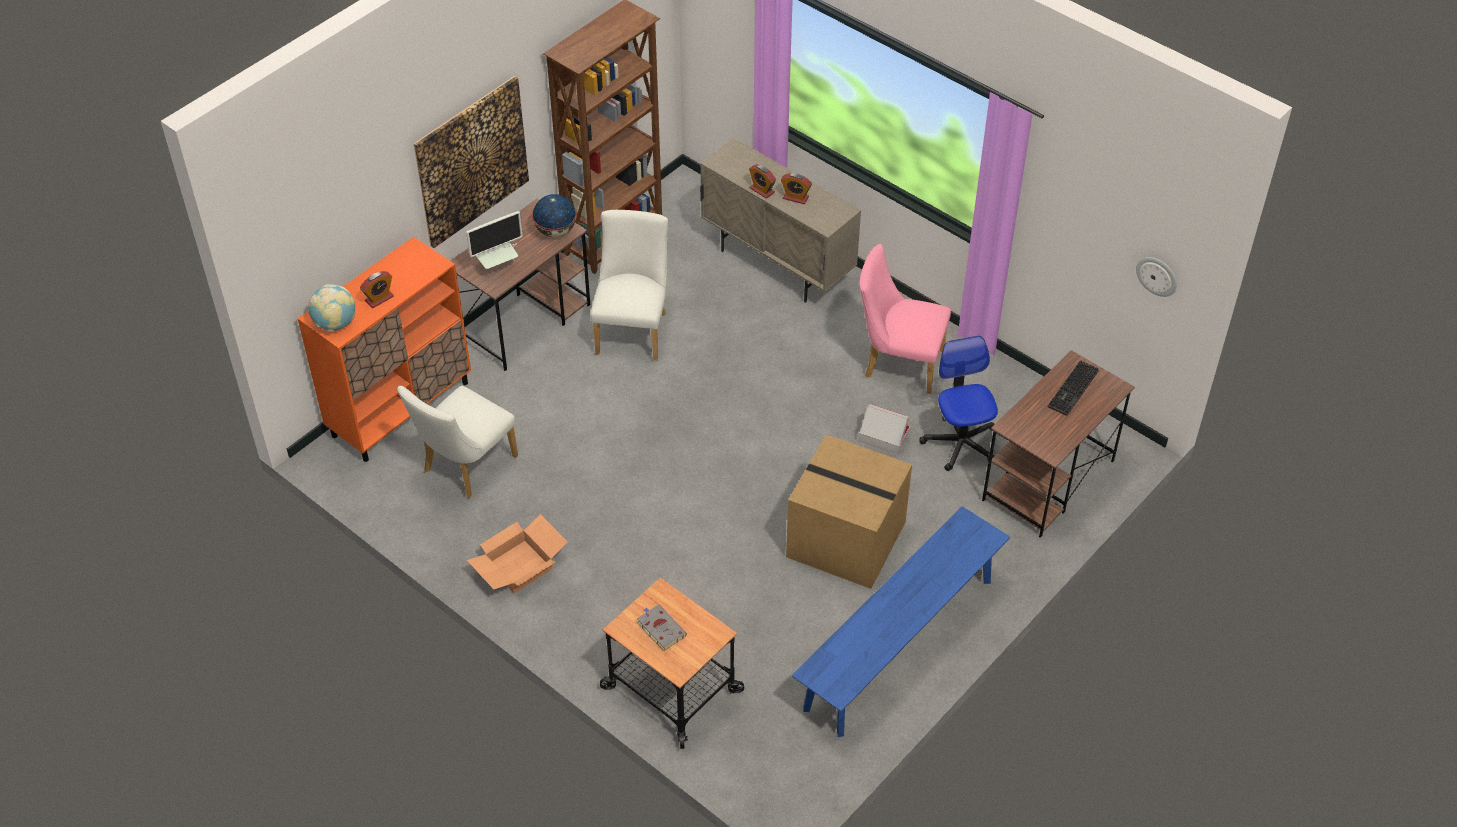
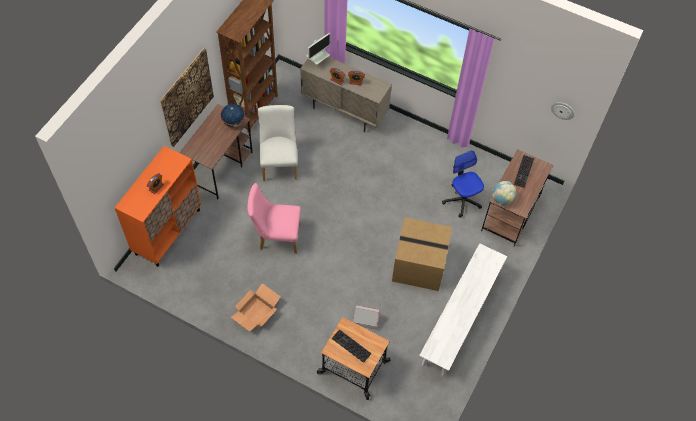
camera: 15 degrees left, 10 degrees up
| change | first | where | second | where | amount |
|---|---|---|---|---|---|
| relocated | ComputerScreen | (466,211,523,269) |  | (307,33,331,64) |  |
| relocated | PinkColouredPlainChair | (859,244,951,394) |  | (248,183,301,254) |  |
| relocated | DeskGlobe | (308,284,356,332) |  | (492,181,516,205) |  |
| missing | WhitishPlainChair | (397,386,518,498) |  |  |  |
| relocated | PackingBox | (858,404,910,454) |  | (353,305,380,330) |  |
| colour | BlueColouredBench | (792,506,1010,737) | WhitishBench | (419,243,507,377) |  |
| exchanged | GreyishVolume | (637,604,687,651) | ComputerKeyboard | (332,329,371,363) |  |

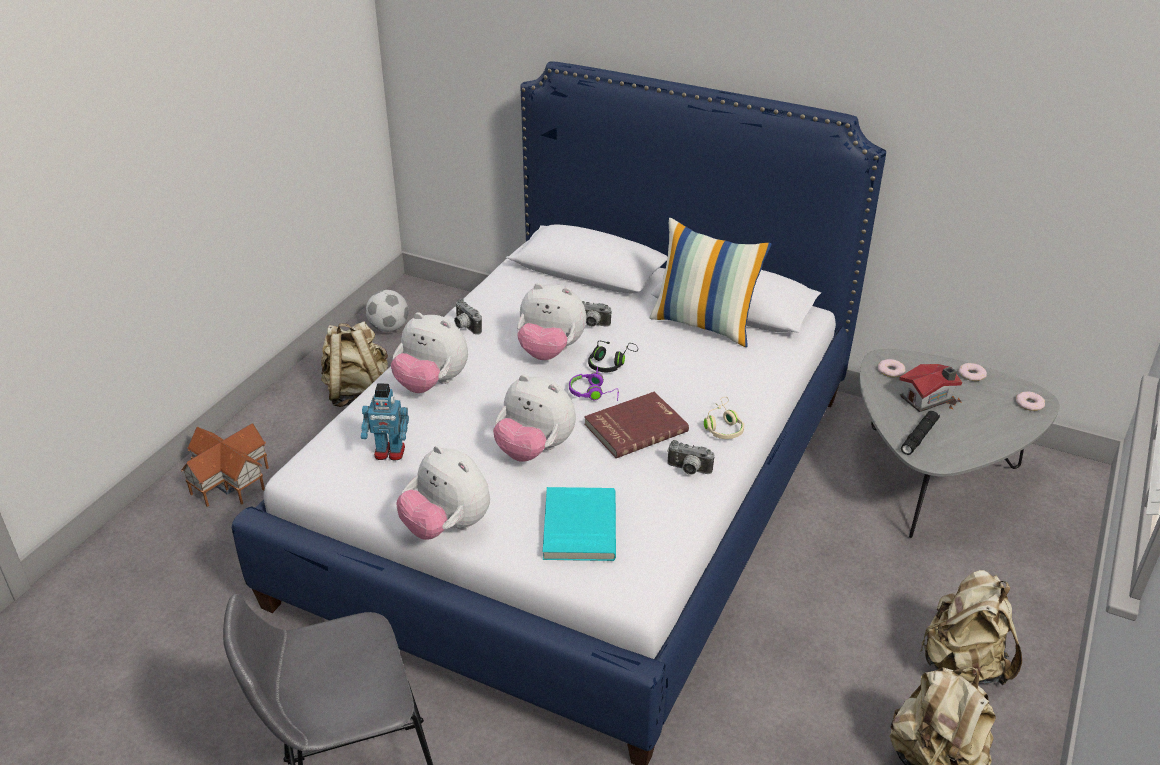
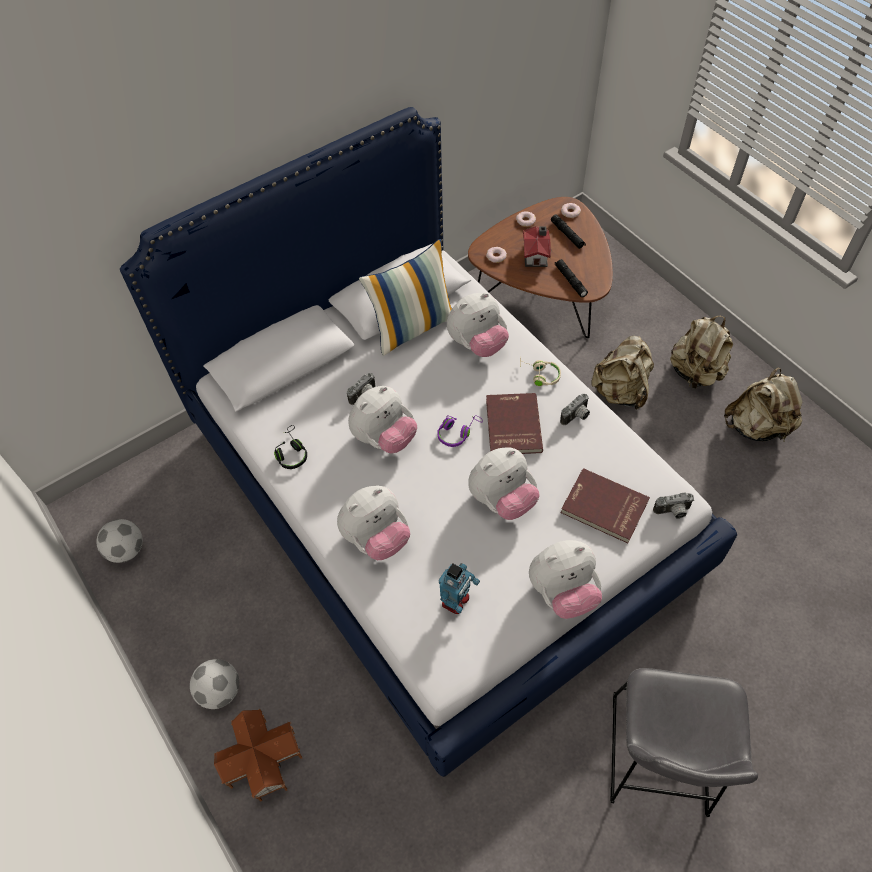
camera: 60 degrees left, 20 degrees up
| change | first | where | second | where | amount |
|---|---|---|---|---|---|
| relocated | StillCamera | (454,299,482,335) |  | (653,493,694,519) |  |
| relocated | BeigeColouredBackpack | (321,321,388,407) |  | (591,336,654,410) |  |
| relocated | BlackishPairOfHeadphones | (588,341,638,372) |  | (274,425,307,469) |  |
| colour | GreyishCoffeeTable | (859,349,1060,538) | BrownishCoffeeTable | (468,197,613,338) |  |
| colour | TurquoiseVolume | (543,487,616,561) | RedColouredVolume | (561,468,650,543) |  |
| appeared |  |  | BlackishFlashlight | (551,214,586,249) |  |
| appeared |  |  | SoftToy | (447,293,509,357) |  |
| appeared |  |  | BallForFootball | (190,659,239,709) |  |

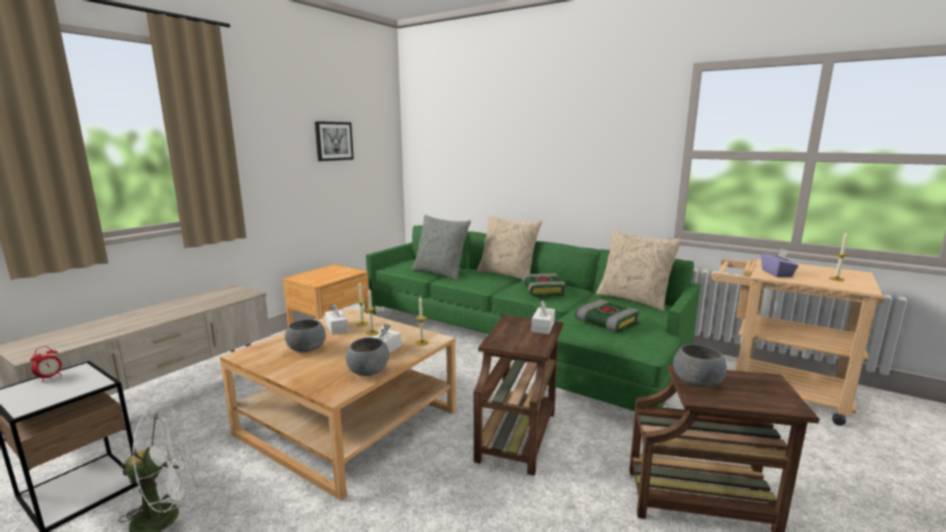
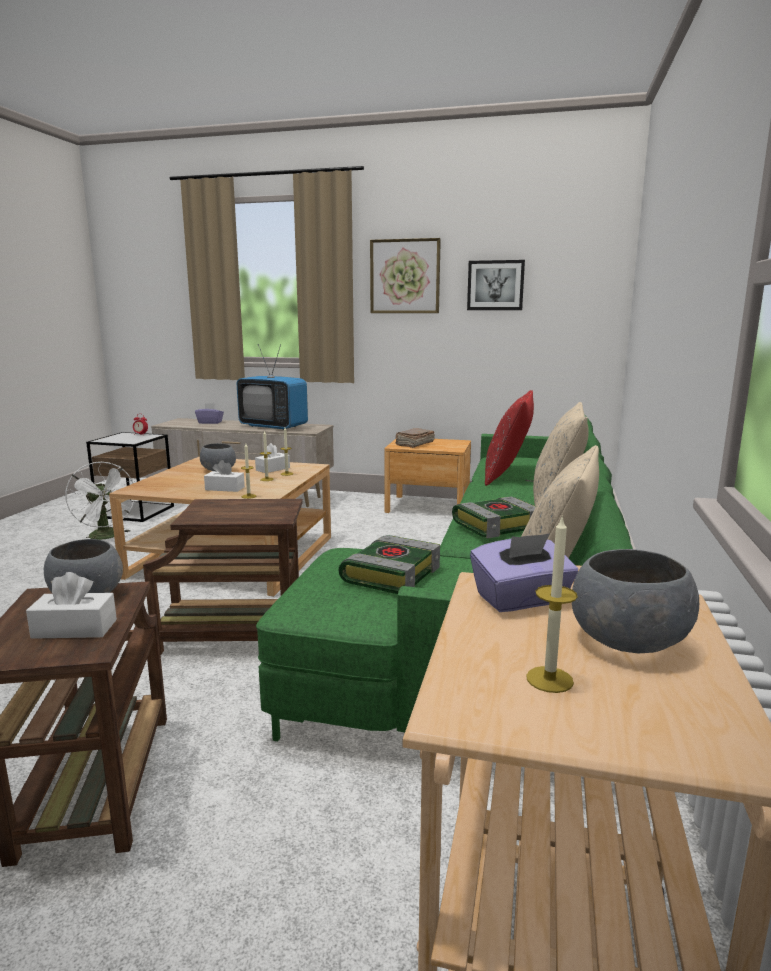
camera: 70 degrees right, 0 degrees up
| change | first | where | second | where | amount |
|---|---|---|---|---|---|
| colour | GreyishPillow | (412,215,471,281) | RedColouredPillow | (485,390,534,486) |  |
| relocated | WhitishTissueHolder | (531,300,555,334) |  | (26,572,117,639) |  |
| relocated | GreyishDeepDish | (346,338,389,376) |  | (572,549,699,653) |  |
| appeared |  |  | WallPicture | (370,238,441,313) |  |
| appeared |  |  | TvSet | (237,344,308,430) |  |
| appeared |  |  | PurpleTissueHolder | (195,403,224,424) |  |
| appeared |  |  | BrownishVolume | (395,428,435,448) |  |

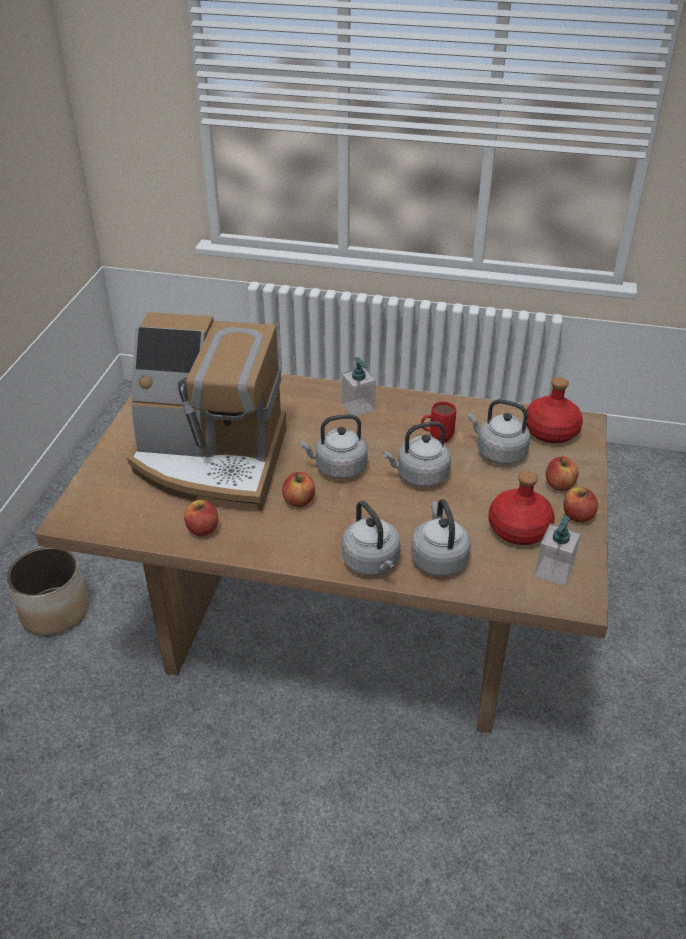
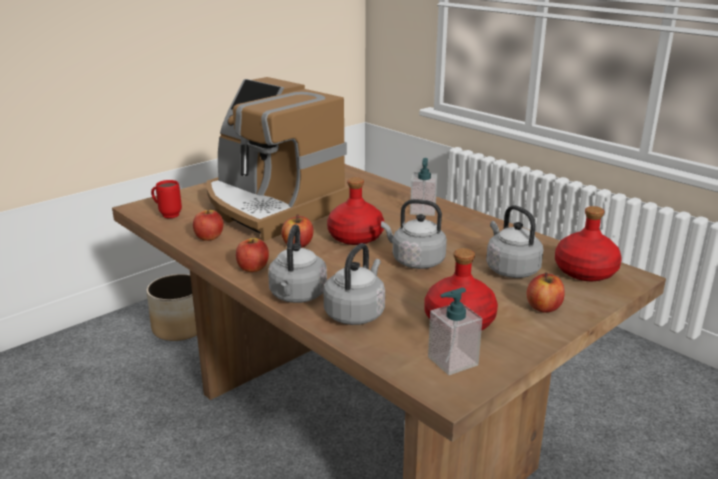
camera: 35 degrees right, 15 degrees down
| change | first | where | second | where | amount |
|---|---|---|---|---|---|
| relocated | RedColouredTeaMug | (421,401,456,443) |  | (151,180,182,218) |  |
| exchanged | GreyishKettle | (300,414,368,479) | RedColouredBottle | (327,177,384,245) |  |
| relocated | WholeApple | (563,487,598,523) |  | (236,238,269,272) |  |

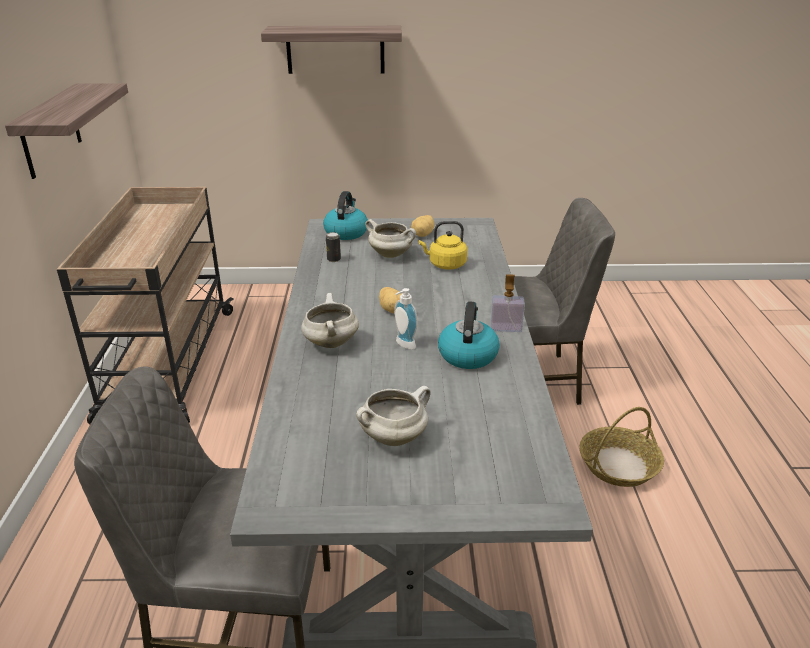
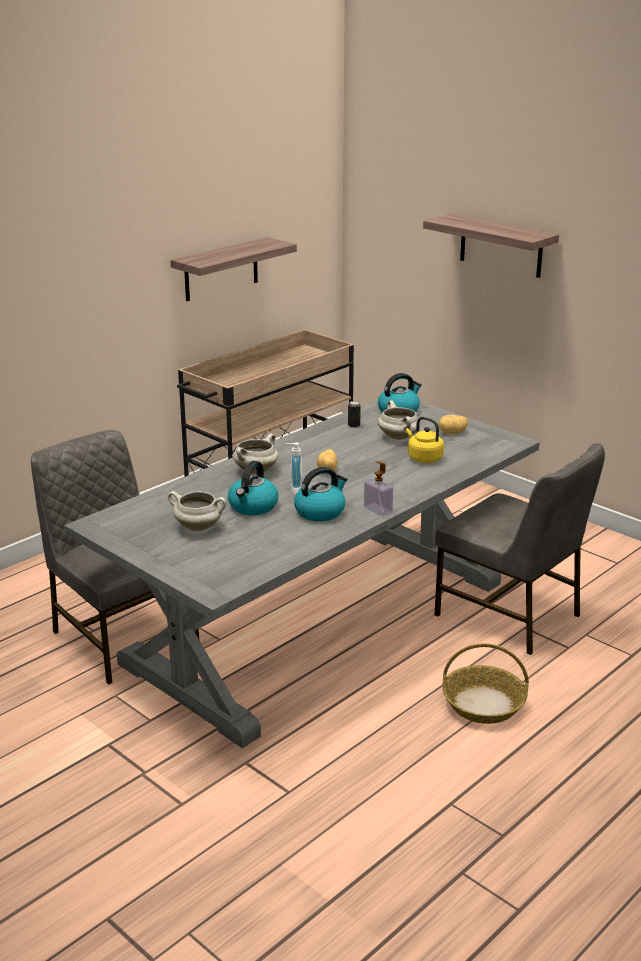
camera: 45 degrees right, 5 degrees down
| change | first | where | second | where | amount |
|---|---|---|---|---|---|
| appeared |  |  | Kettle | (228,461,278,515) |  |

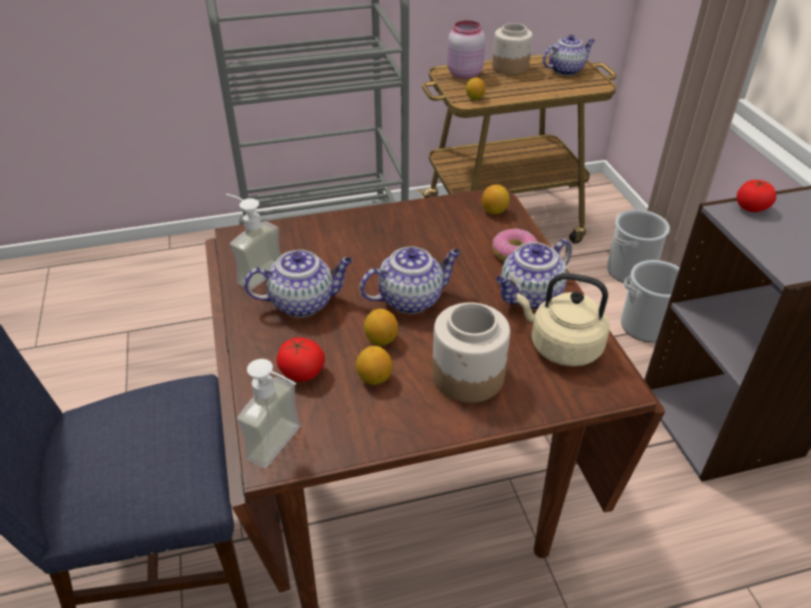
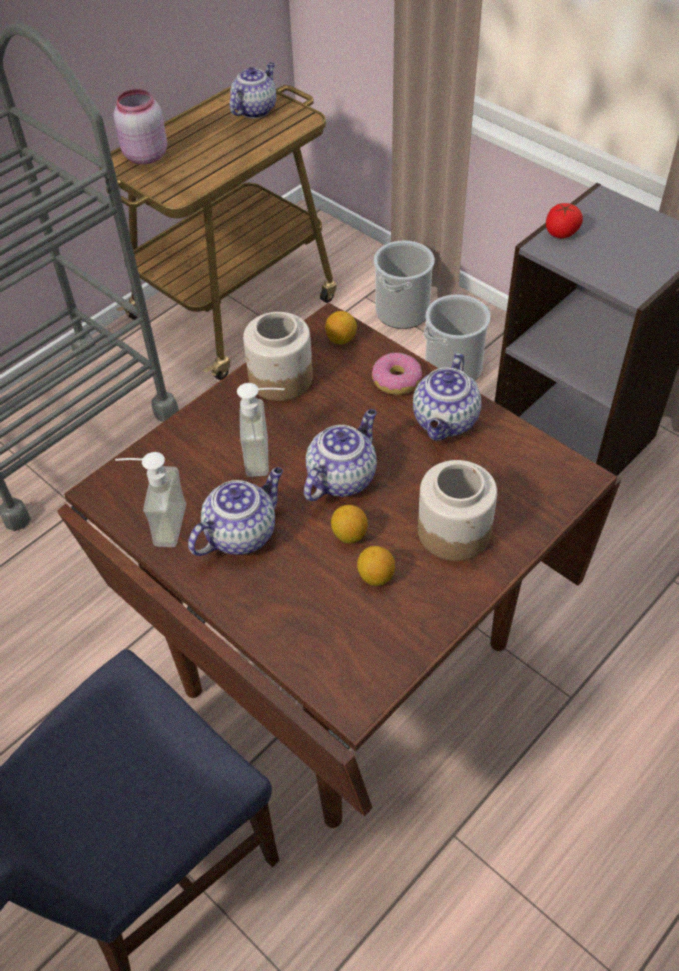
camera: 30 degrees left, 10 degrees up
| change | first | where | second | where | amount |
|---|---|---|---|---|---|
| relocated | StorageJar | (492,23,533,75) |  | (243,312,313,401) |  |
| missing | CitrusFruit | (466,78,485,100) |  |  |  |
| missing | BeigeColouredKettle | (517,273,609,367) |  |  |  |
| missing | WholeTomato | (277,338,325,382) |  |  |  |
| relocated | SoapBottle | (237,359,301,468) |  | (237,383,285,477) |  |

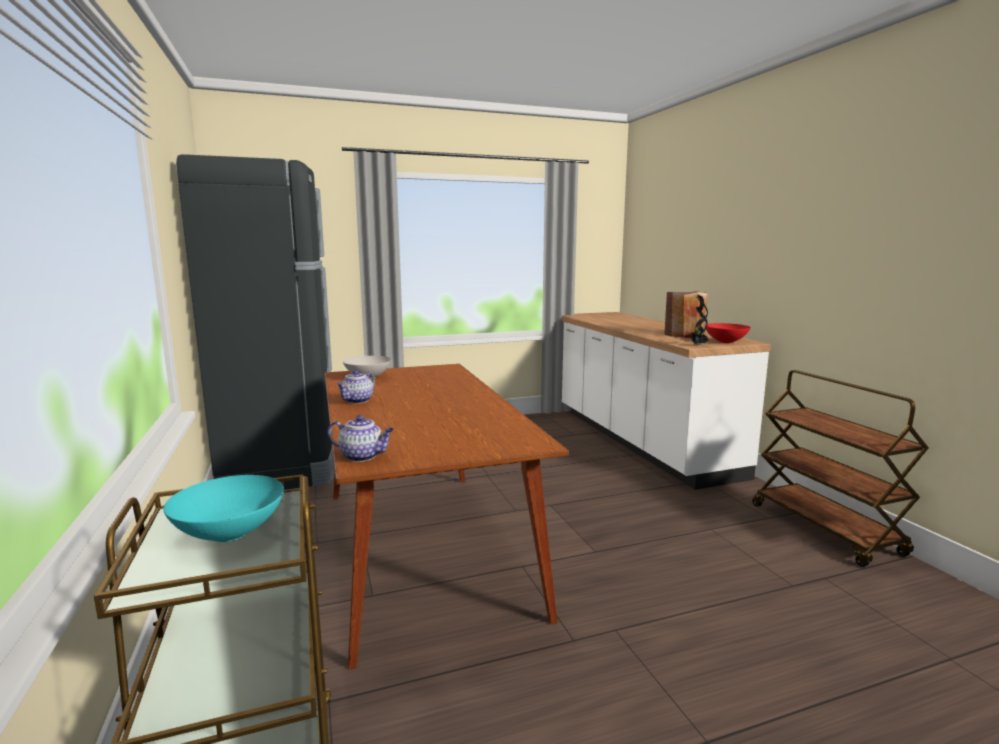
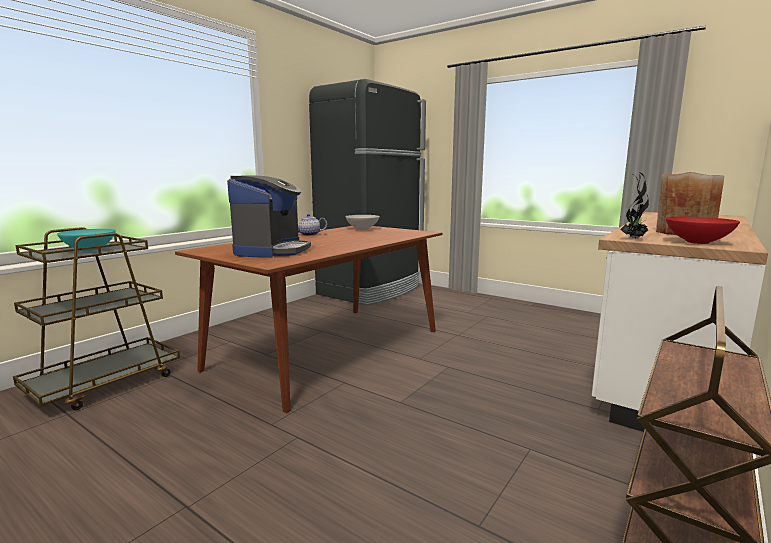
camera: 55 degrees right, 0 degrees up
| change | first | where | second | where | amount |
|---|---|---|---|---|---|
| missing | TeaPot | (328,415,394,462) |  |  |  |
| appeared |  |  | CoffeeMaker | (227,176,311,258) |  |

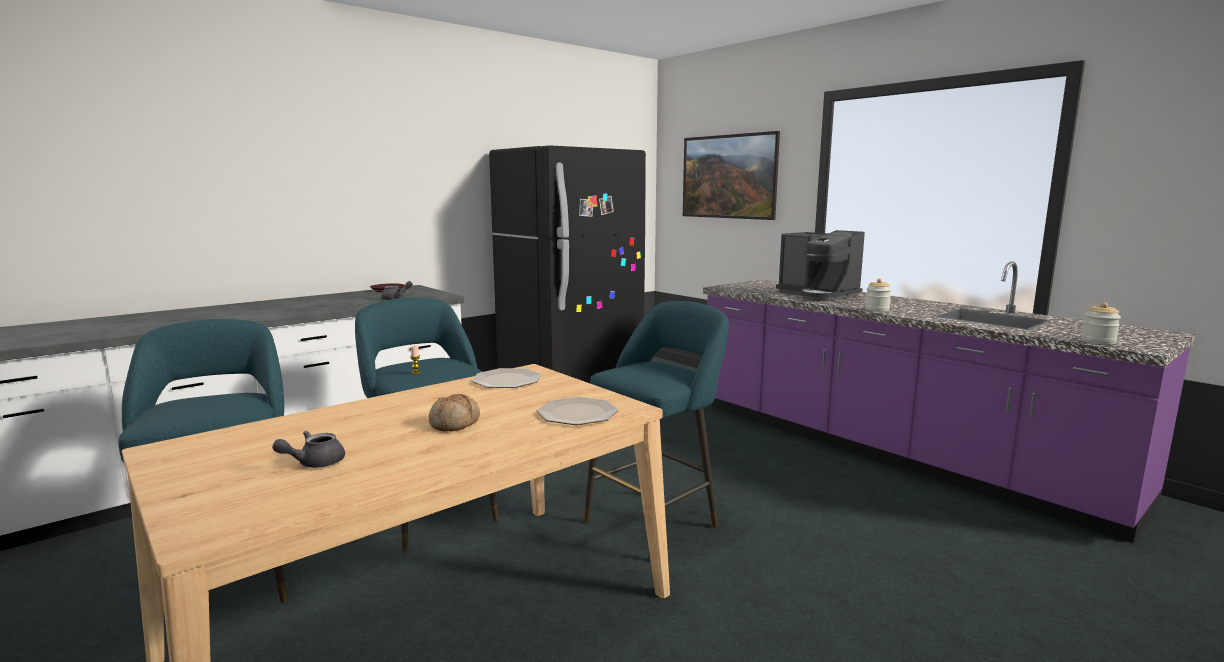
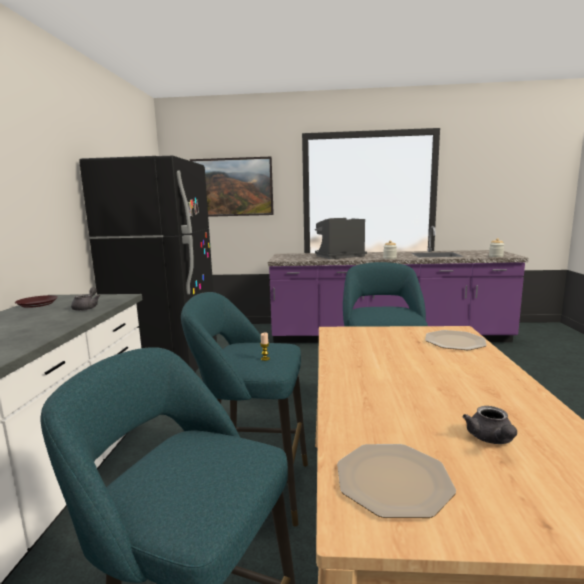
camera: 45 degrees left, 0 degrees up
| change | first | where | second | where | amount |
|---|---|---|---|---|---|
| spun | CoffeeMaker | (776,230,865,301) |  | (315,218,367,259) | 150 degrees clockwise |
| relocated | DinnerPlate | (472,368,541,388) |  | (337,444,456,518) |  |
| missing | BakeryBread | (429,394,480,431) |  |  |  |

